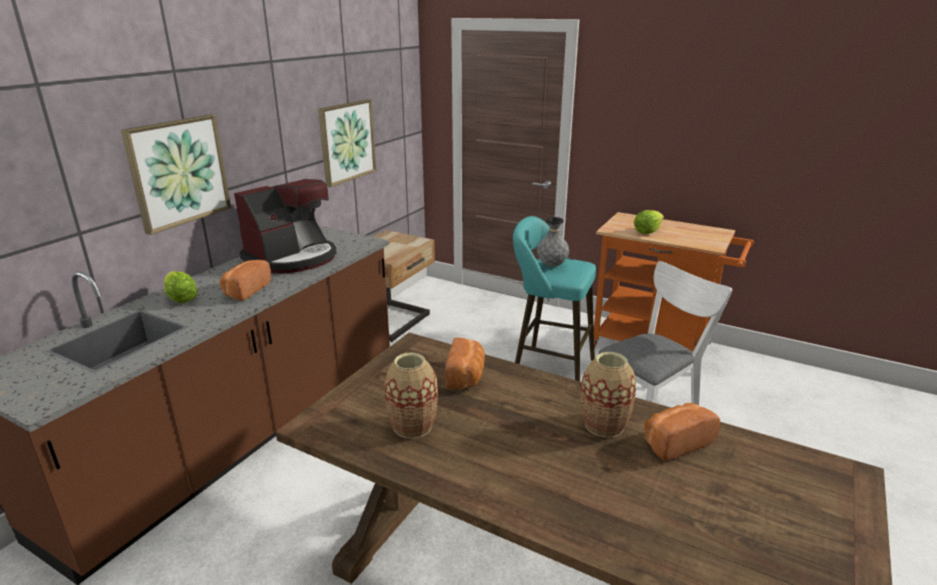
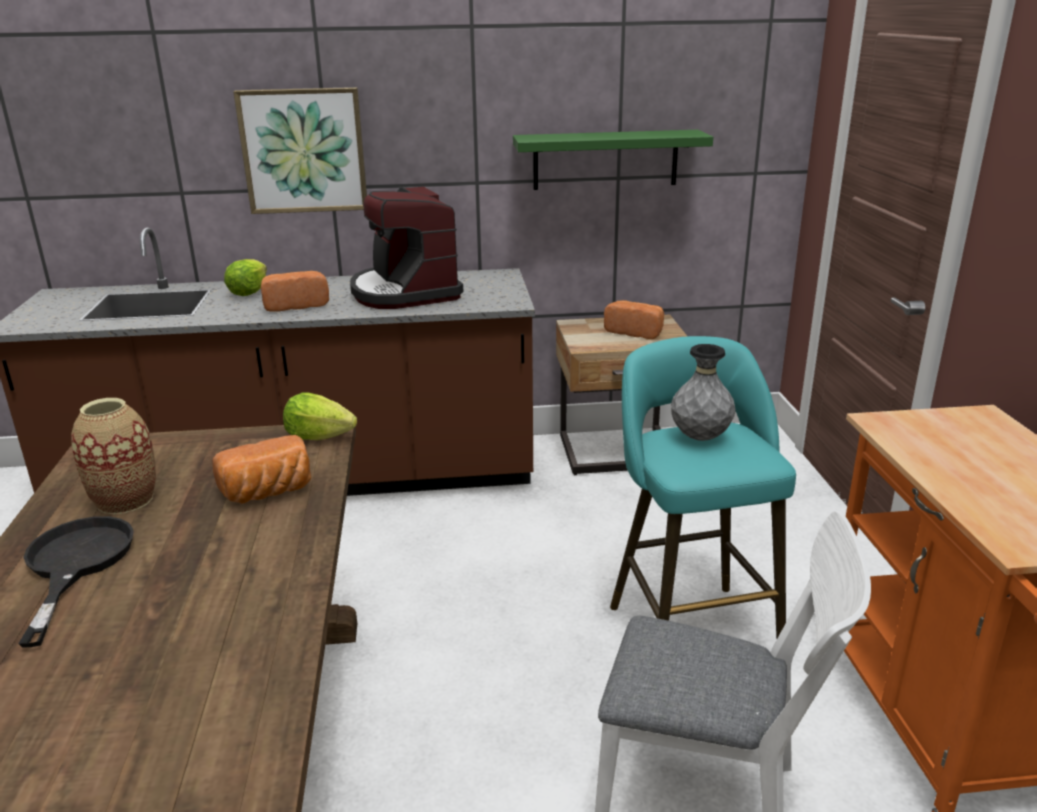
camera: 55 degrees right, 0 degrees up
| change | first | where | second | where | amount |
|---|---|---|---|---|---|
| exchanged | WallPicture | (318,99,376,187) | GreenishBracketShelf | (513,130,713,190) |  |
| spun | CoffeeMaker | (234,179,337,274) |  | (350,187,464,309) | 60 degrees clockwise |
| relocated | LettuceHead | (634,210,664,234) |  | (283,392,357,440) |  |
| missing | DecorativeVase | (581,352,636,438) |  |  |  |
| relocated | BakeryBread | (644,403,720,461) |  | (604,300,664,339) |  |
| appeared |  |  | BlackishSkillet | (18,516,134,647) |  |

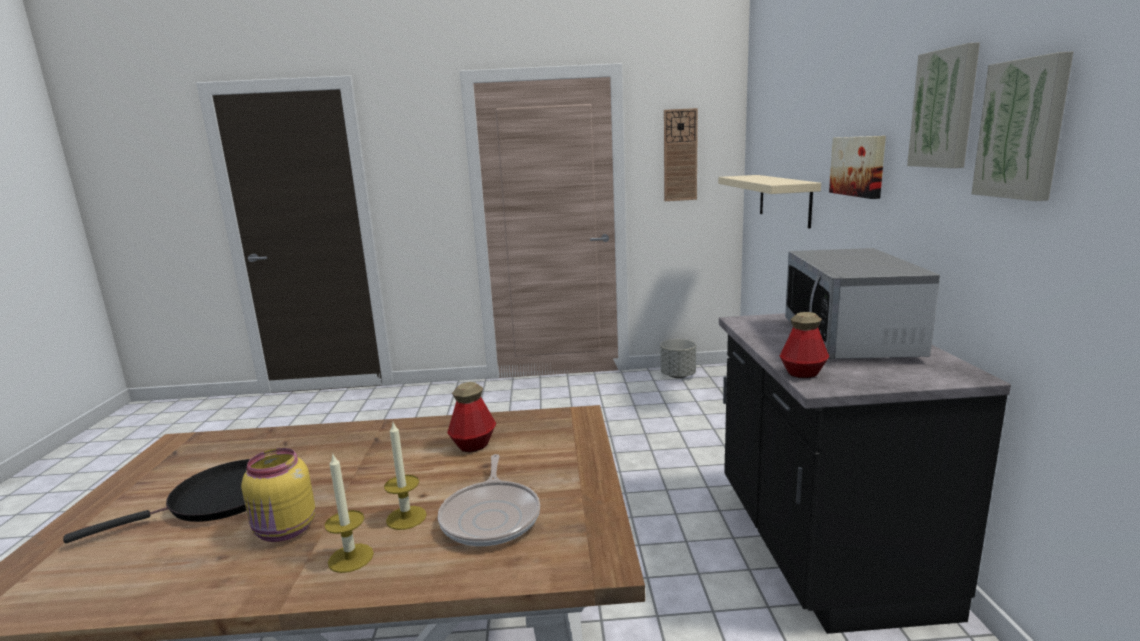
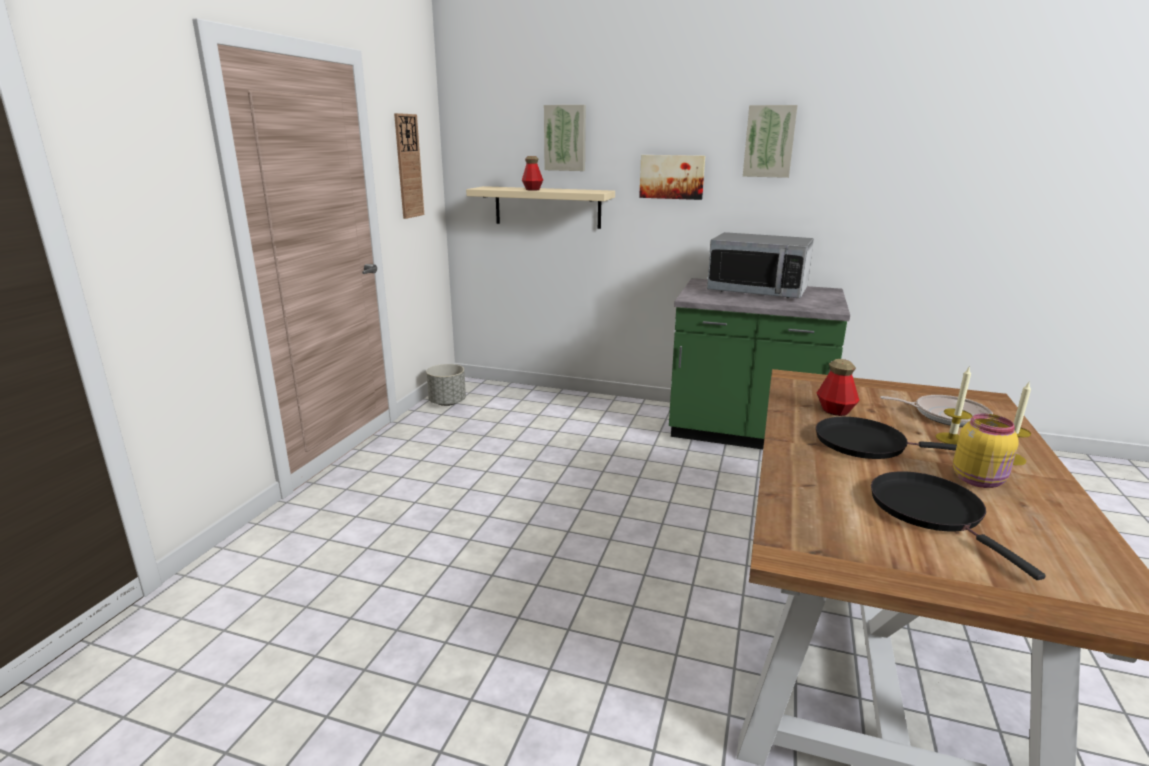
camera: 70 degrees left, 5 degrees up
| change | first | where | second | where | amount |
|---|---|---|---|---|---|
| relocated | WallPicture | (971,51,1074,201) |  | (544,105,586,171) |  |
| relocated | Bottle | (780,312,829,378) |  | (522,156,543,191) |  |
| colour | BlackishCounter | (719,313,1011,634) | GreenishCounter | (669,278,850,449) |  |
| appeared |  |  | BlackishSkillet | (816,417,957,459) |  |

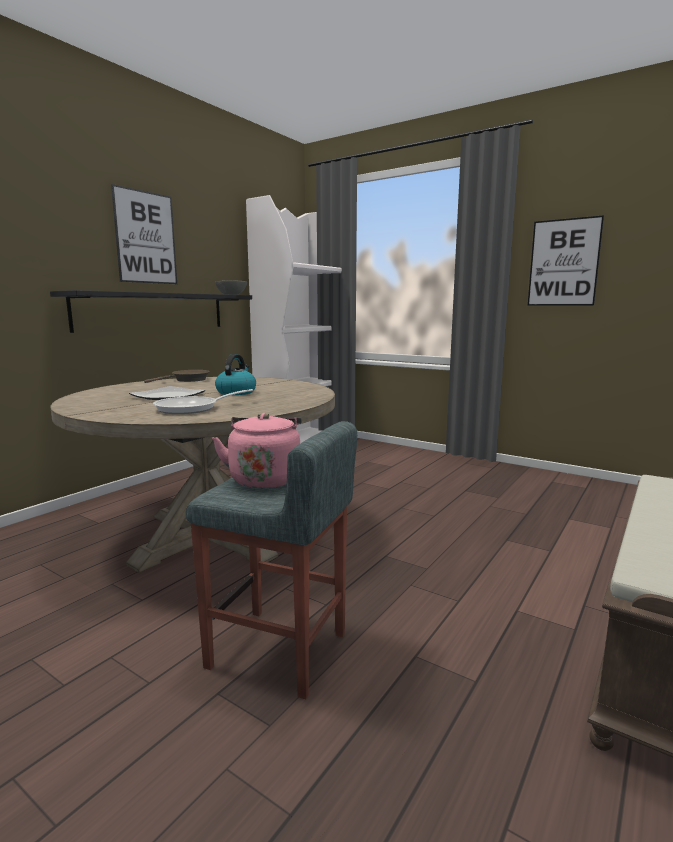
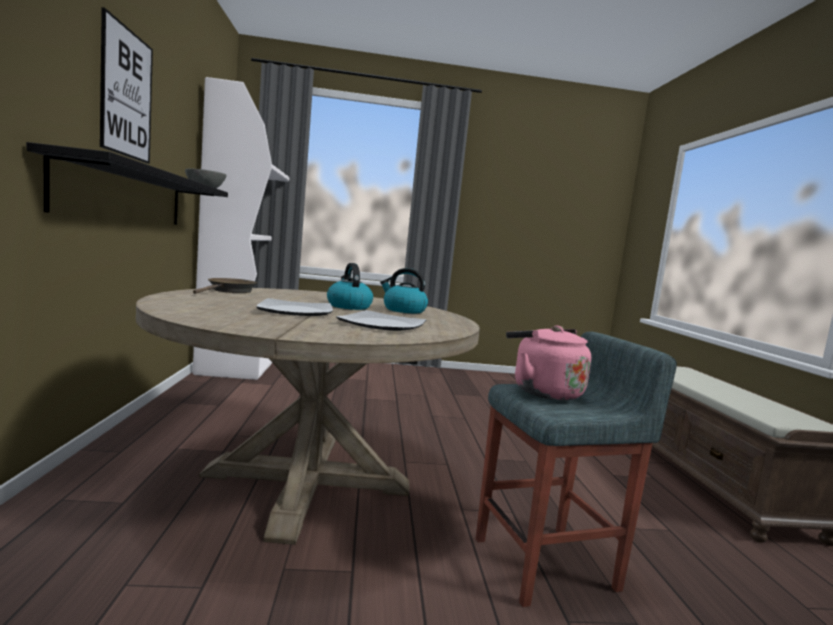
camera: 40 degrees left, 5 degrees down
| change | first | where | second | where | amount |
|---|---|---|---|---|---|
| missing | WallPicture | (528,215,604,306) |  |  |  |
| exchanged | Skillet | (153,389,253,414) | DinnerPlate | (336,310,427,331) |  |
| appeared |  |  | Kettle | (380,268,428,313) |  |

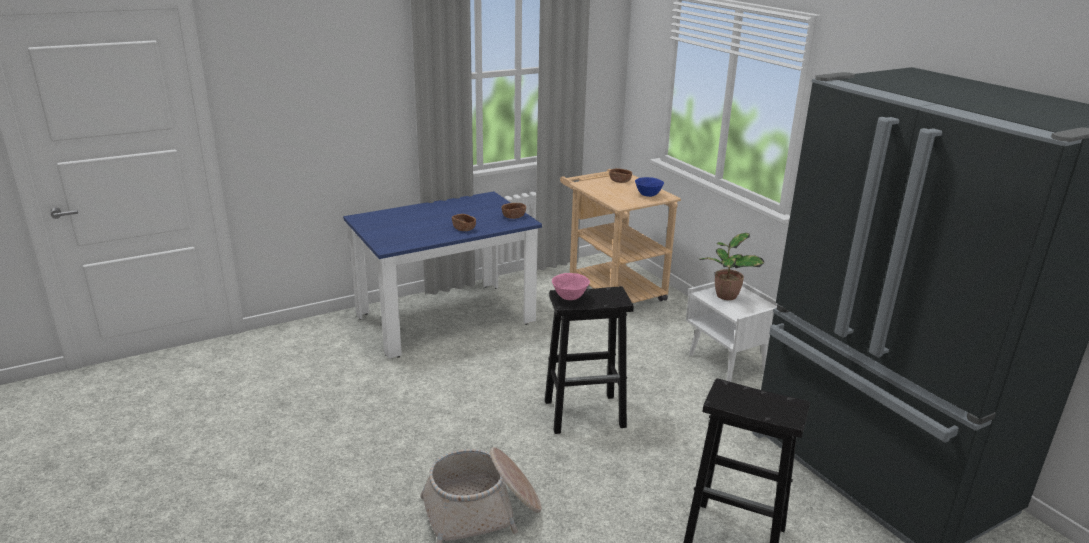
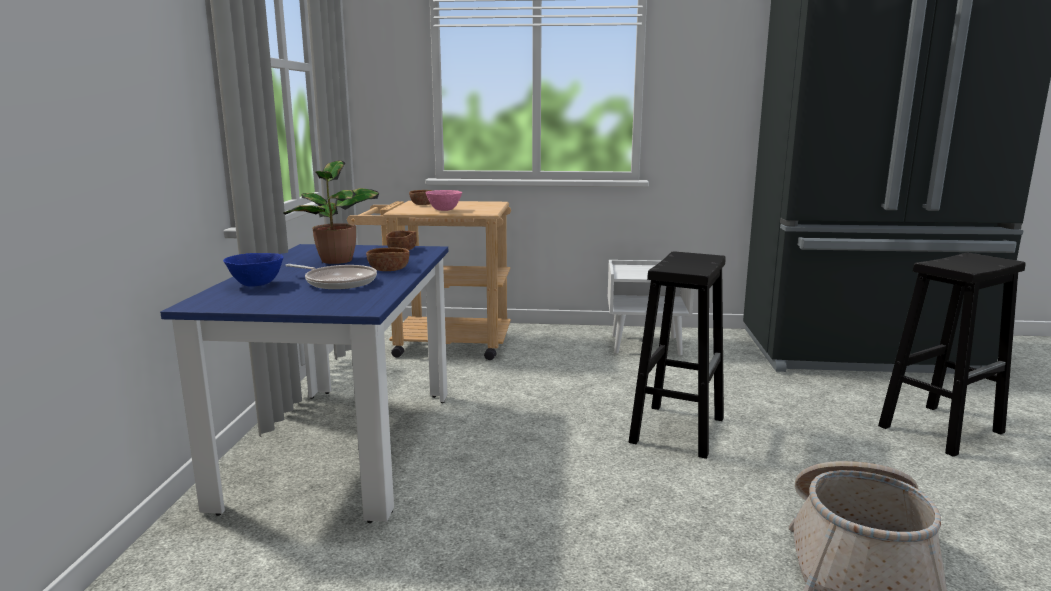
camera: 55 degrees left, 10 degrees down
| change | first | where | second | where | amount |
|---|---|---|---|---|---|
| relocated | BlueColouredDeepDish | (635,177,664,197) |  | (223,253,283,287) |  |
| relocated | PottedPlant | (700,233,764,300) |  | (284,161,379,264) |  |
| relocated | PinkColouredDeepDish | (552,273,590,300) |  | (426,190,462,211) |  |
| appeared |  |  | Skillet | (285,264,377,289) |  |

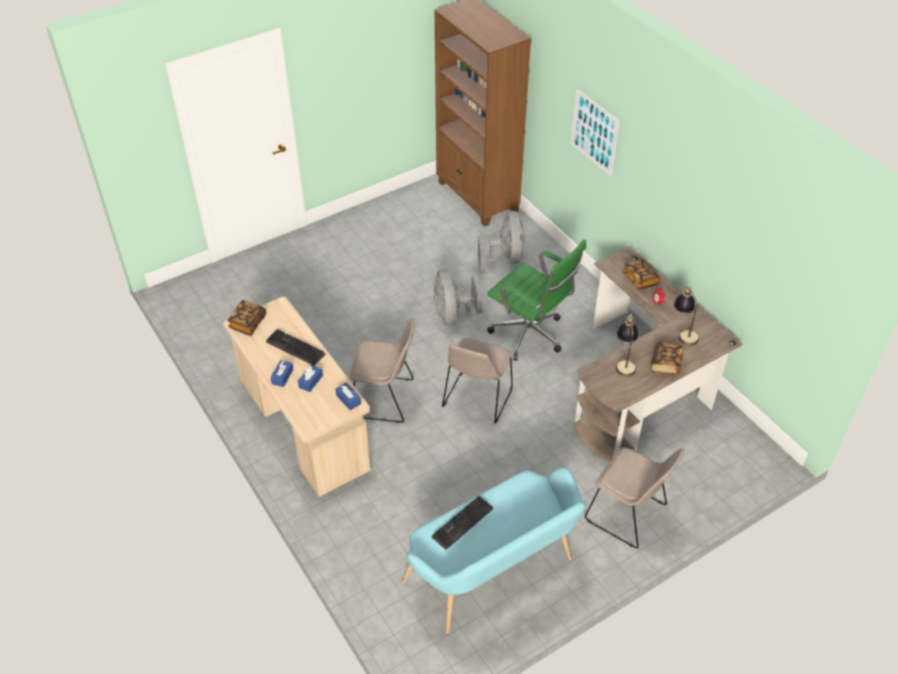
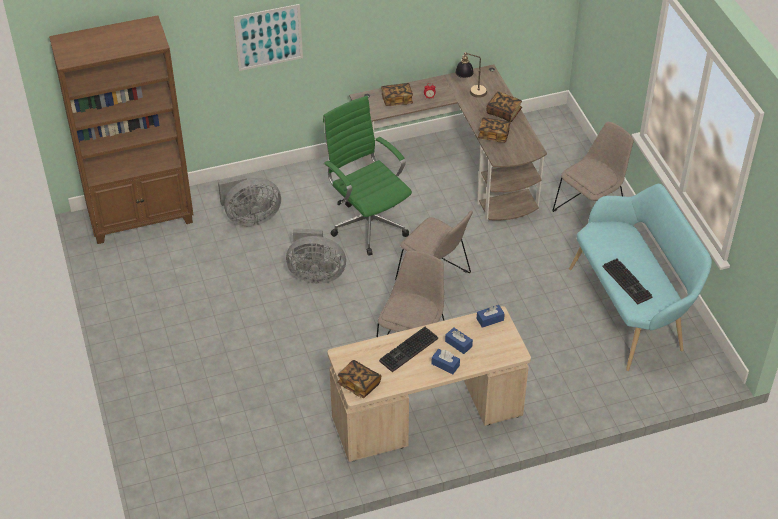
camera: 75 degrees left, 0 degrees up
| change | first | where | second | where | amount |
|---|---|---|---|---|---|
| spun | GreyishFan | (478,211,525,274) |  | (218,175,281,226) | 150 degrees clockwise |
| spun | GreenishOfficeChair | (487,239,586,361) |  | (323,96,412,256) | 90 degrees counterclockwise |
| exchanged | LampForATable | (616,314,638,377) | Volume | (478,117,511,143) |  |

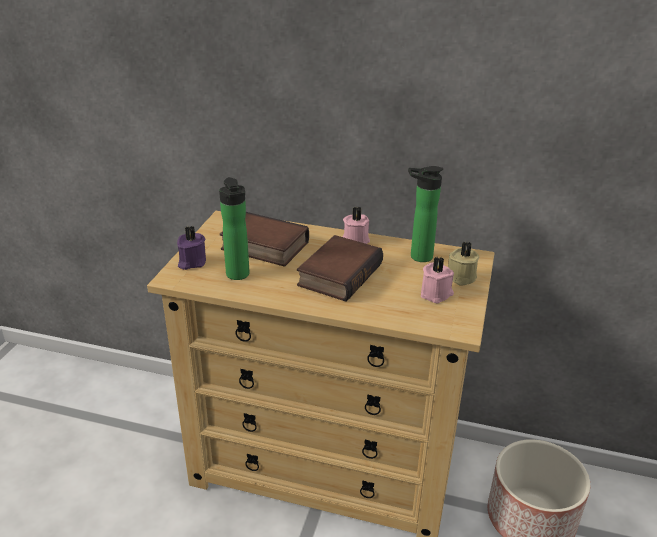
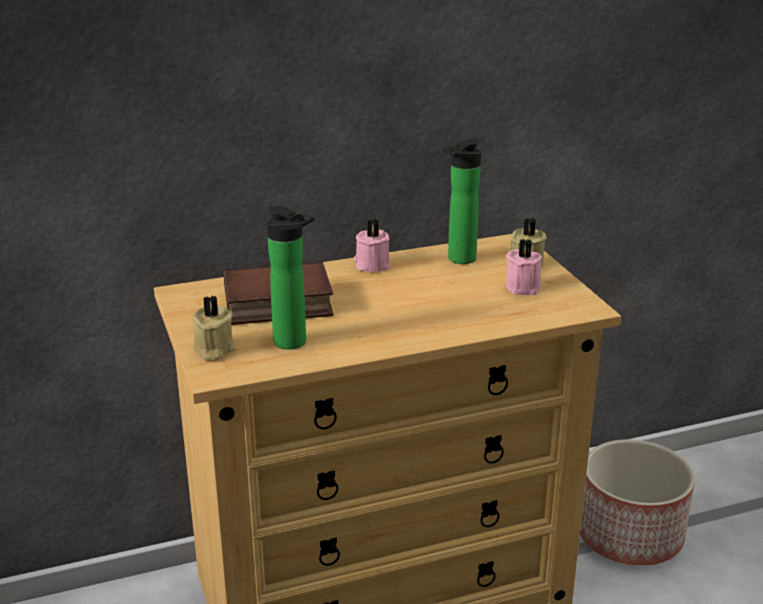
camera: 35 degrees left, 5 degrees down
| change | first | where | second | where | amount |
|---|---|---|---|---|---|
| colour | PurpleCandle | (177,226,206,270) | BeigeColouredCandle | (193,296,236,361) |  |
| missing | Volume | (297,235,383,302) |  |  |  |

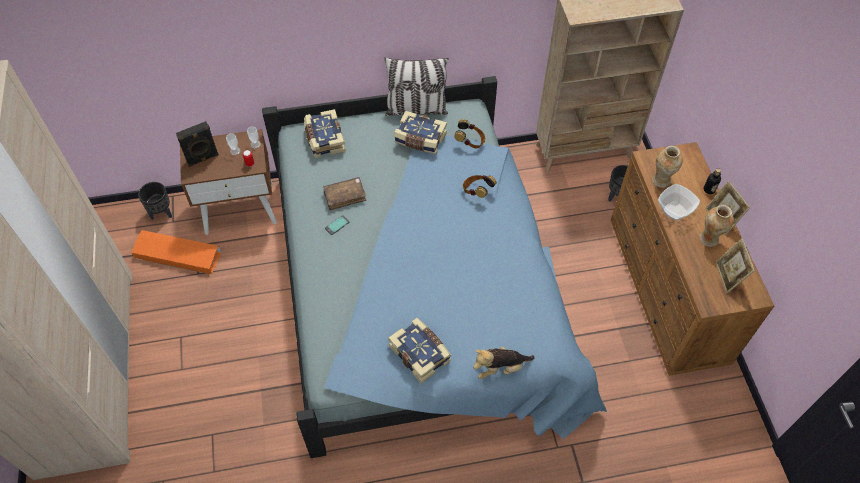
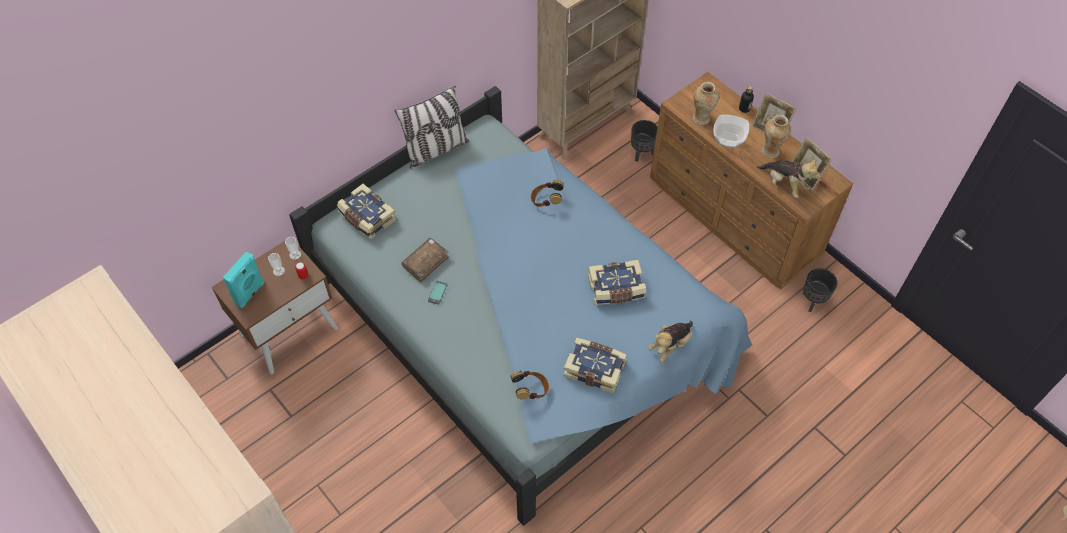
camera: 30 degrees left, 0 degrees up
| change | first | where | second | where | amount |
|---|---|---|---|---|---|
| relocated | Volume | (394,111,447,154) |  | (588,260,646,305) |  |
| relocated | PairOfHeadphones | (454,119,485,149) |  | (510,371,549,399) |  |
| colour | BlackishSpeaker | (176,121,219,167) | TurquoiseSpeaker | (223,252,264,309) |  |
| relocated | BlackishPlantPot | (138,182,172,220) |  | (803,268,837,312) |  |
| missing | OrangeStorageBox | (132,230,222,274) |  |  |  |
| appeared |  |  | SoftToy | (757,159,821,198) |  |

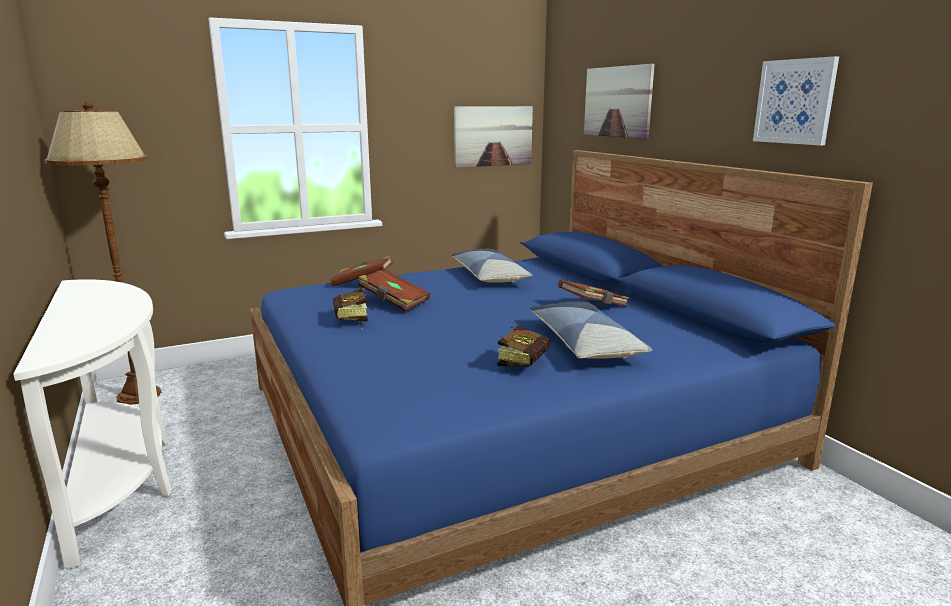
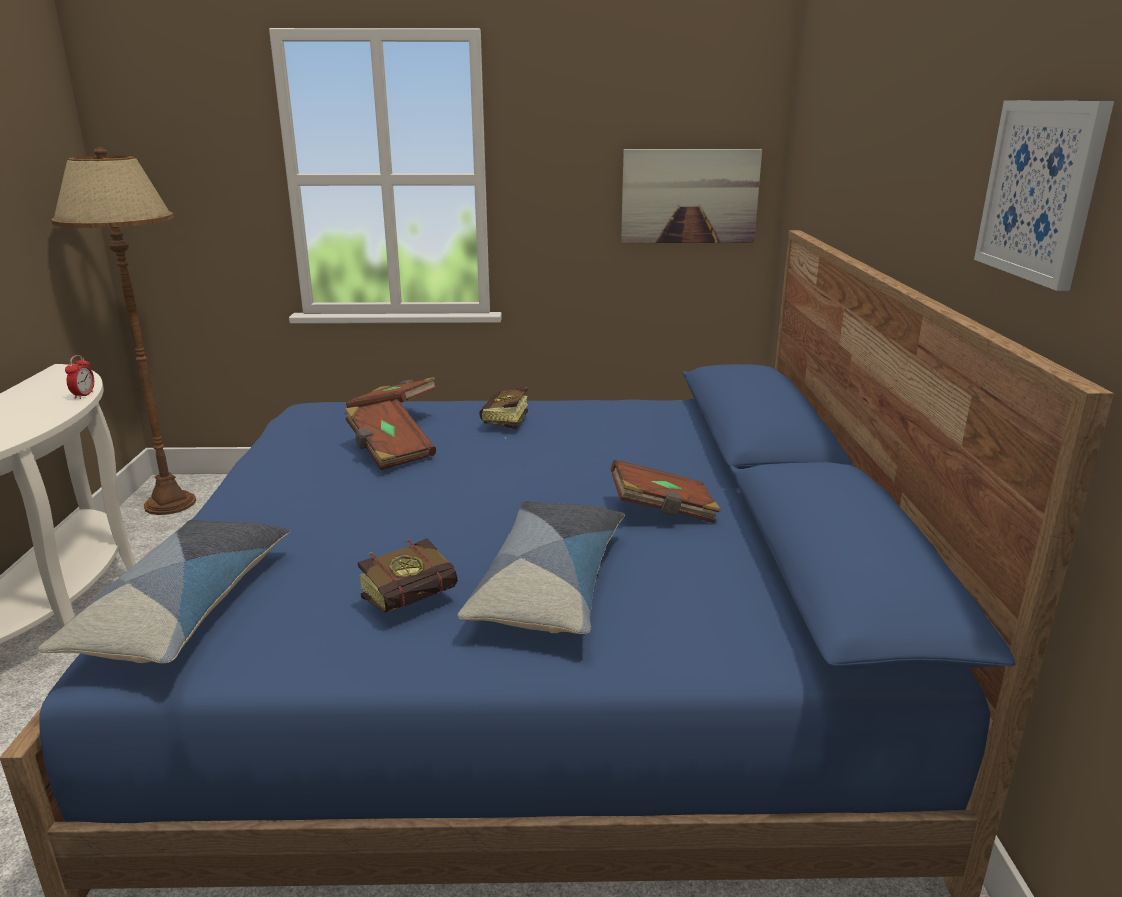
camera: 25 degrees right, 5 degrees up
| change | first | where | second | where | amount |
|---|---|---|---|---|---|
| missing | WallPicture | (584,64,655,139) |  |  |  |
| relocated | Pillow | (452,249,533,283) |  | (38,519,290,663) |  |
| relocated | Volume | (333,288,368,330) |  | (479,387,528,439) |  |
| appeared |  |  | AlarmClock | (65,355,94,399) |  |

